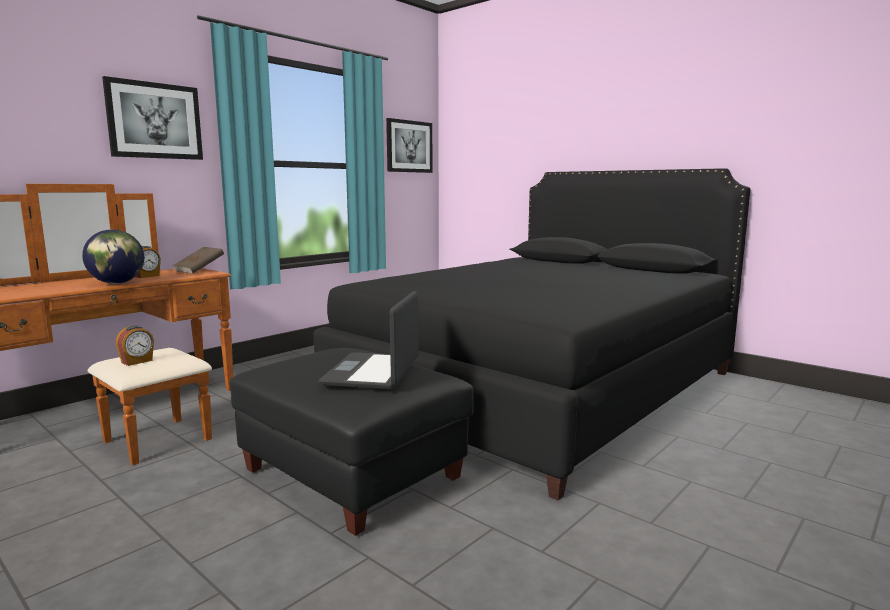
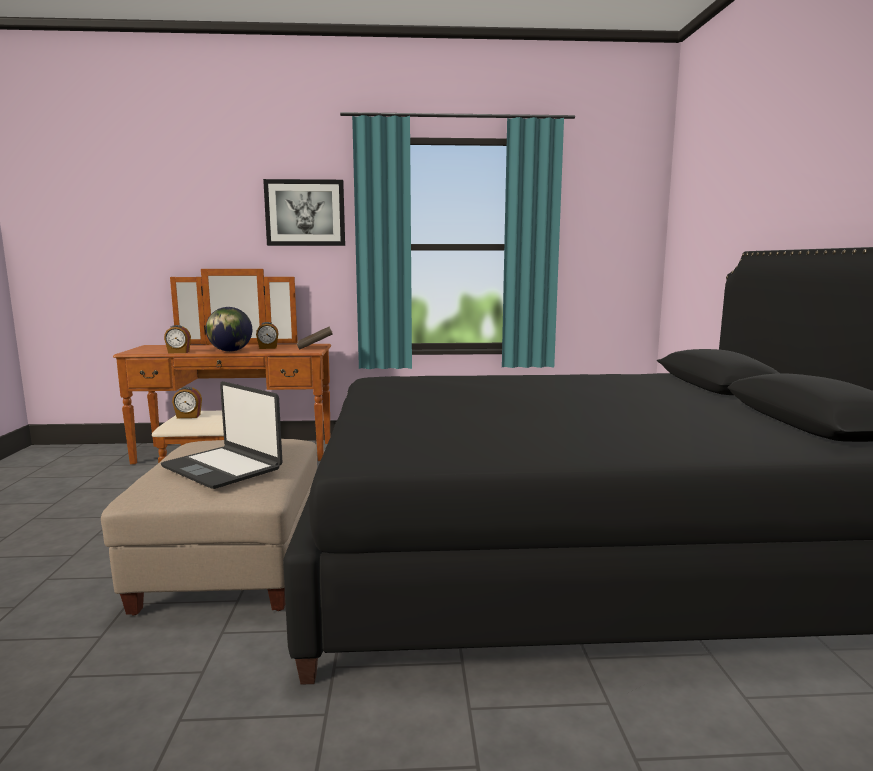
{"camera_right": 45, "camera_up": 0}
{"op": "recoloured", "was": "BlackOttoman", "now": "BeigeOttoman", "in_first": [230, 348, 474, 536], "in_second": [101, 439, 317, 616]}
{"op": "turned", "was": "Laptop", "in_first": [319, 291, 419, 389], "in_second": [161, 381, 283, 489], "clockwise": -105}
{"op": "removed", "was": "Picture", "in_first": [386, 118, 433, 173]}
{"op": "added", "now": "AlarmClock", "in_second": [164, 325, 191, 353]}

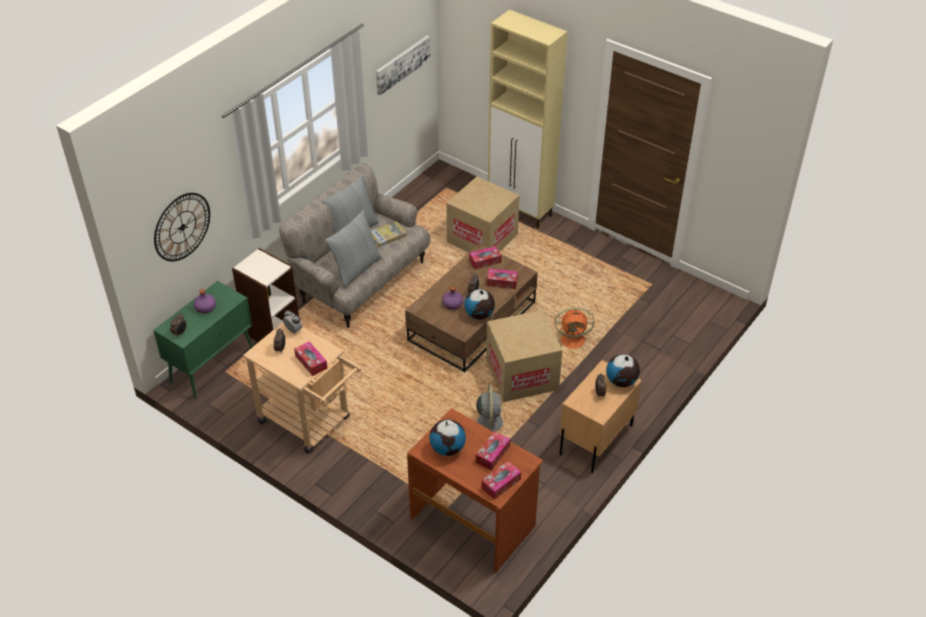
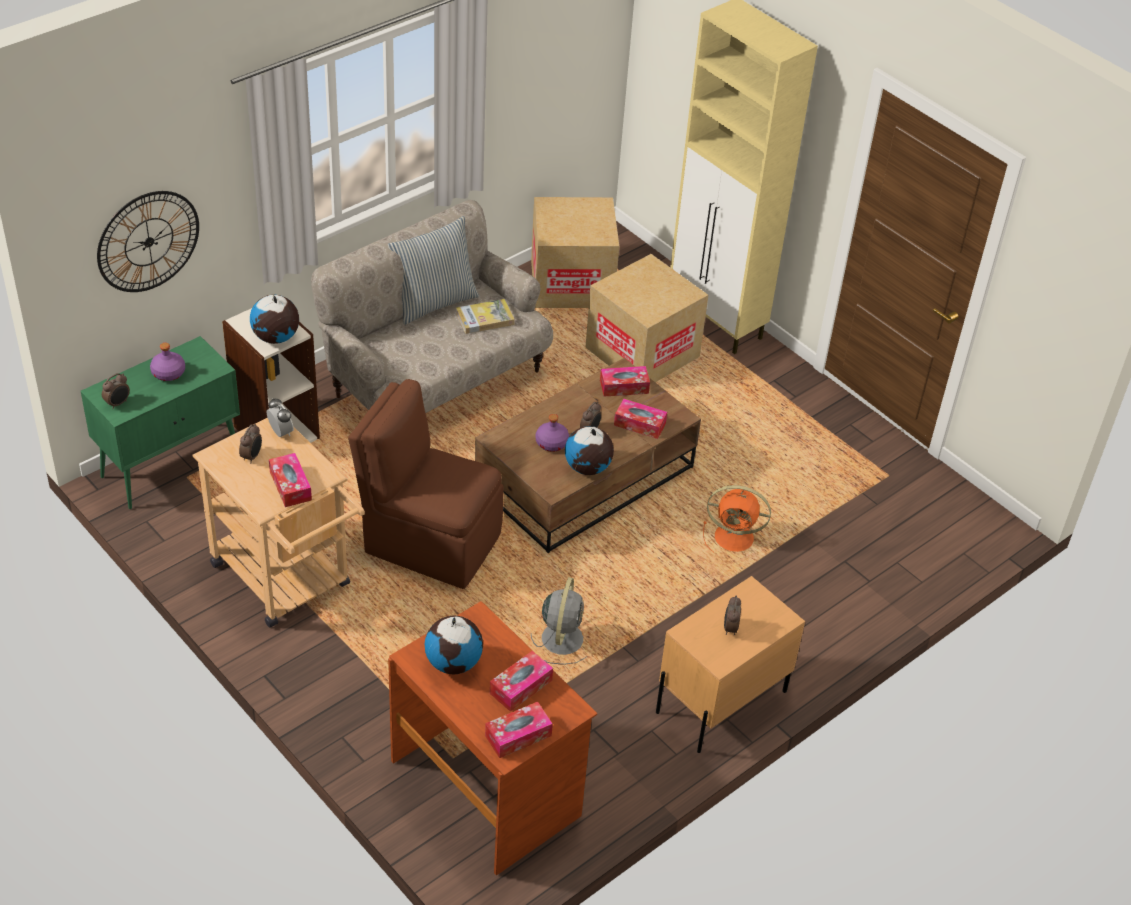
{"camera_right": 10, "camera_up": 0}
{"op": "removed", "was": "Pillow", "in_first": [325, 209, 382, 288]}
{"op": "removed", "was": "Picture", "in_first": [376, 35, 430, 95]}
{"op": "moved", "was": "CardboardBox", "in_first": [486, 310, 562, 402], "in_second": [531, 197, 619, 308]}
{"op": "moved", "was": "Globe", "in_first": [606, 354, 640, 387], "in_second": [250, 295, 299, 344]}
{"op": "added", "now": "BrownChair", "in_second": [348, 379, 503, 589]}

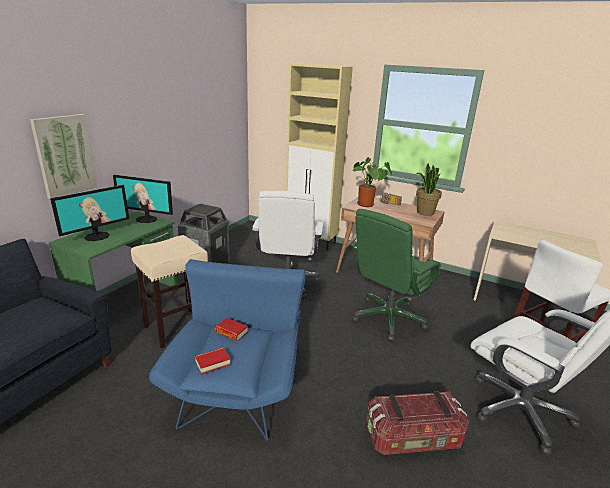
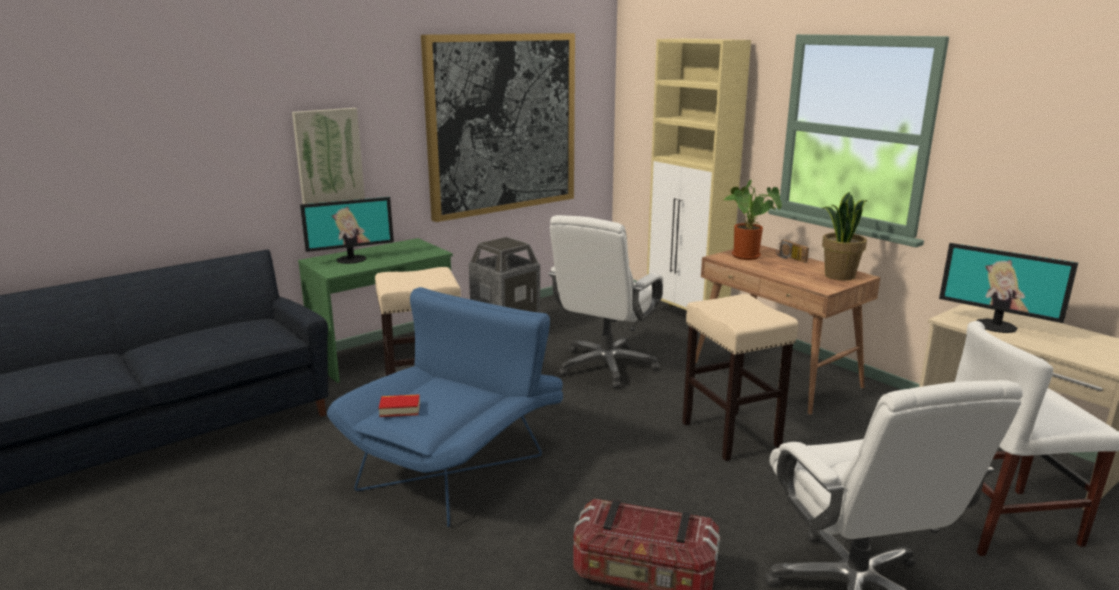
{"camera_right": 25, "camera_up": -5}
{"op": "moved", "was": "Monitor", "in_first": [113, 175, 173, 223], "in_second": [939, 243, 1078, 333]}
{"op": "removed", "was": "Book", "in_first": [215, 318, 248, 341]}
{"op": "replaced", "was": "GreenOfficeChair", "now": "BeigeStool", "in_first": [352, 209, 441, 341], "in_second": [682, 294, 798, 461]}
{"op": "added", "now": "Picture", "in_second": [421, 33, 575, 222]}

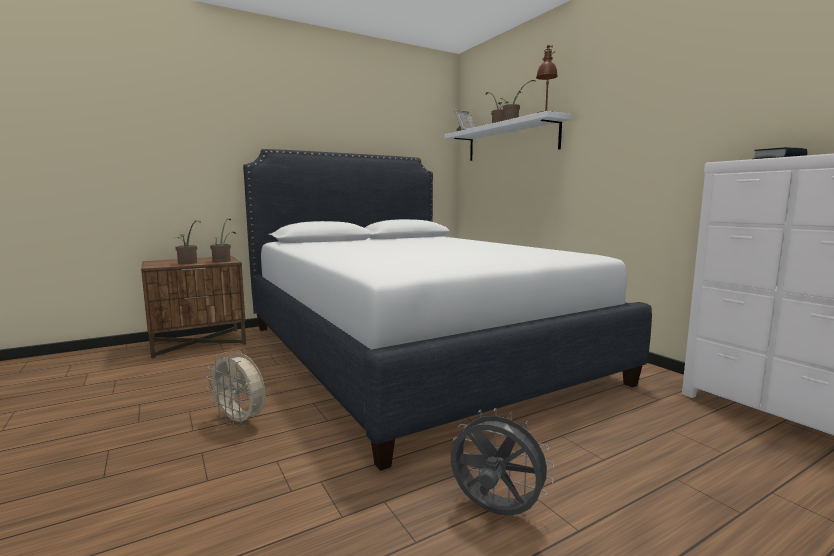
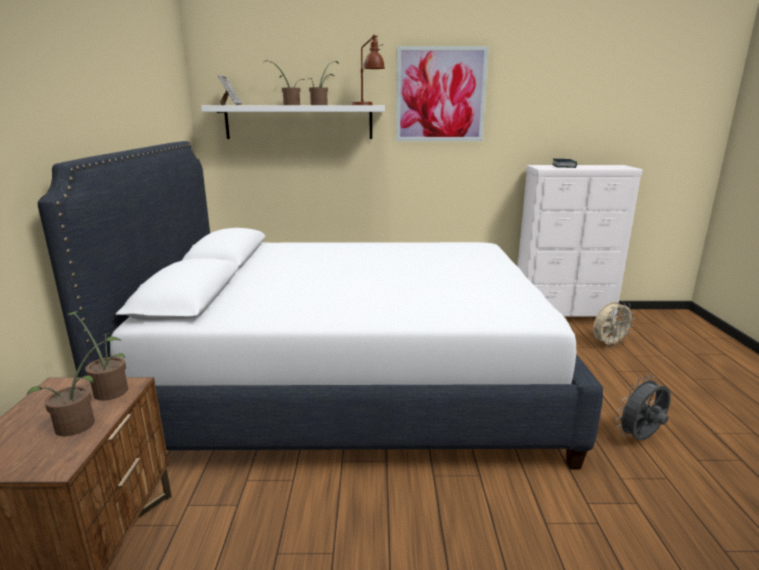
{"camera_right": -60, "camera_up": 10}
{"op": "moved", "was": "BeigeFan", "in_first": [206, 352, 265, 427], "in_second": [593, 302, 636, 348]}
{"op": "added", "now": "Picture", "in_second": [396, 46, 489, 141]}

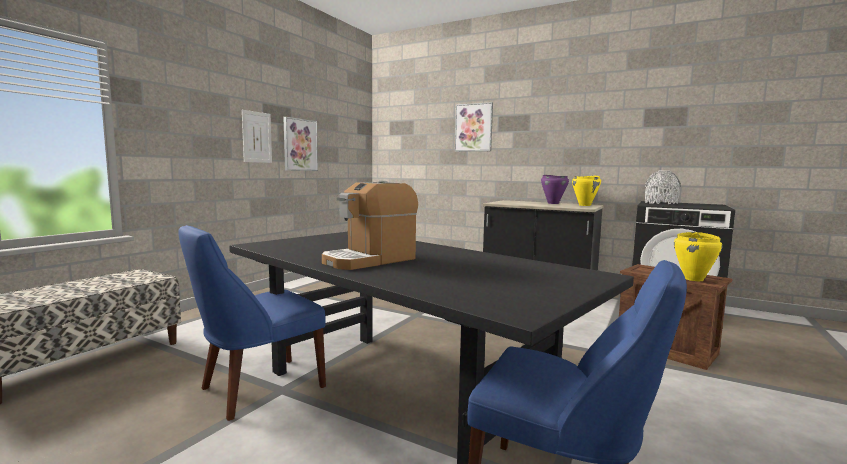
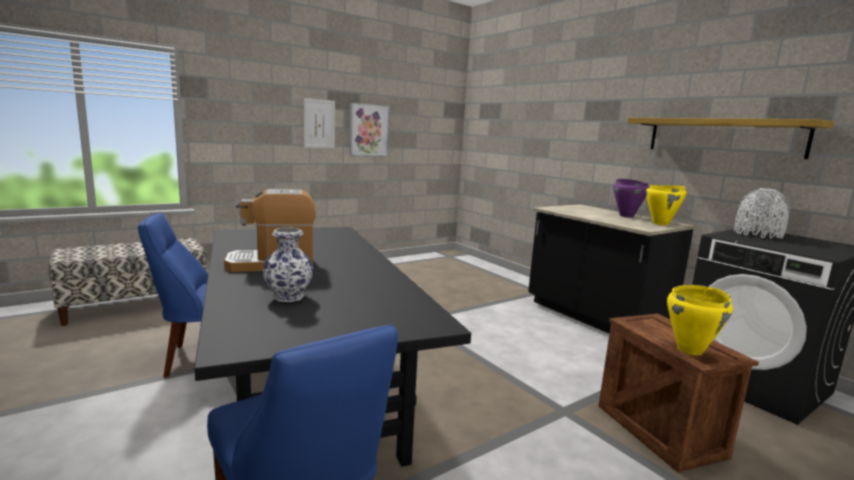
{"camera_right": 25, "camera_up": 5}
{"op": "removed", "was": "Picture", "in_first": [455, 102, 493, 152]}
{"op": "added", "now": "Vase", "in_second": [263, 227, 313, 302]}
{"op": "added", "now": "Shelf", "in_second": [627, 118, 834, 159]}

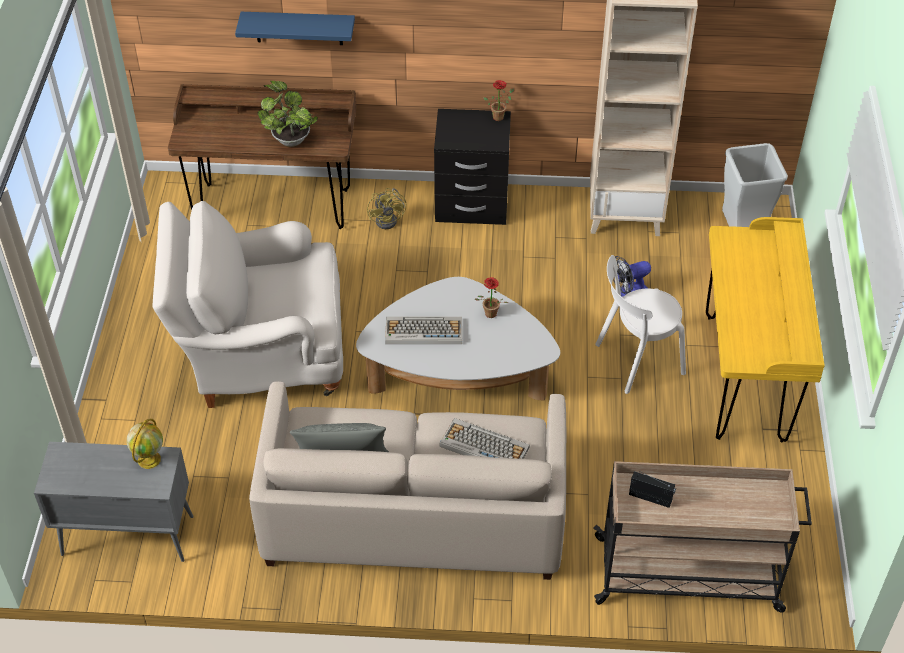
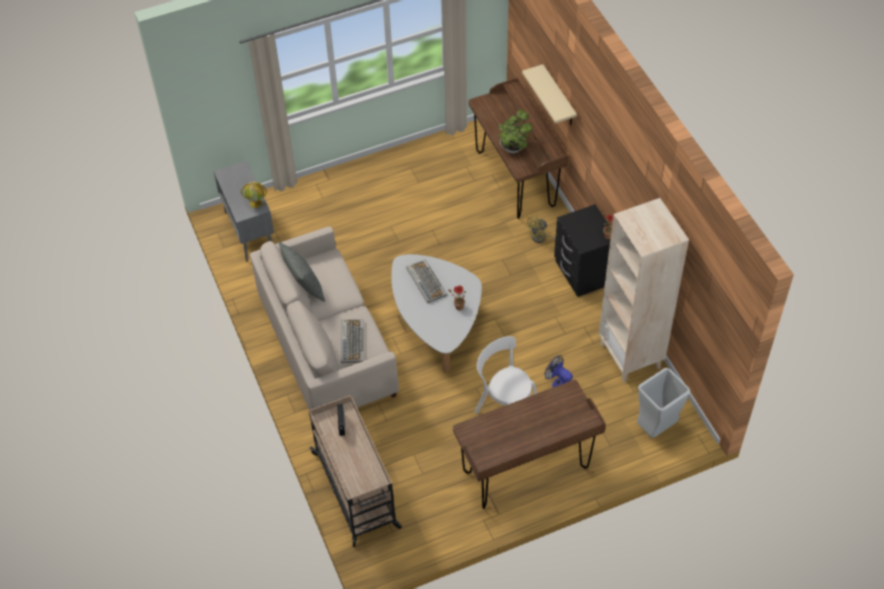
{"camera_right": 65, "camera_up": 5}
{"op": "removed", "was": "WhiteArmchair", "in_first": [153, 201, 343, 408]}
{"op": "recoloured", "was": "BlueShelf", "now": "BeigeShelf", "in_first": [235, 12, 355, 45], "in_second": [522, 64, 577, 125]}
{"op": "recoloured", "was": "YellowDesk", "now": "BrownDesk", "in_first": [706, 217, 825, 442], "in_second": [453, 380, 606, 509]}

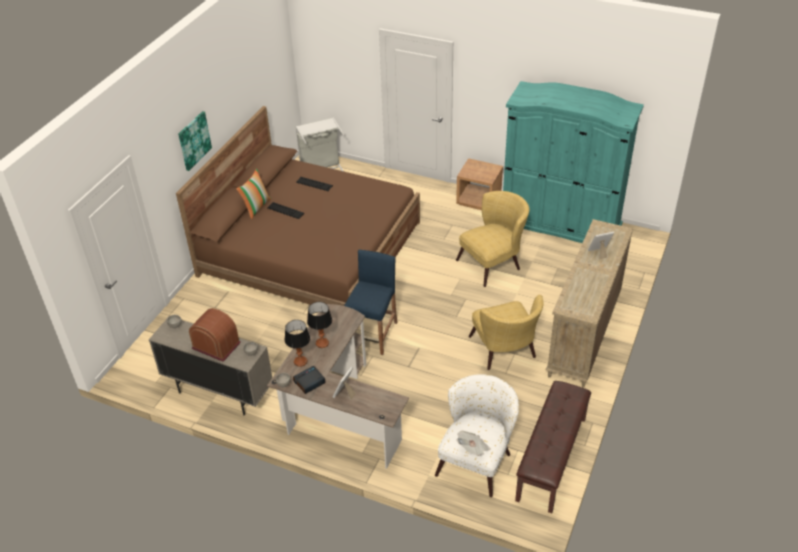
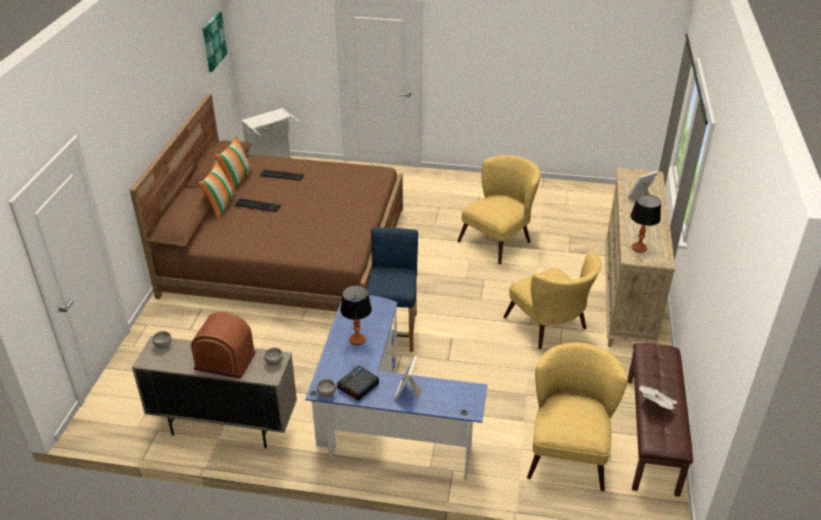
{"camera_right": -15, "camera_up": -5}
{"op": "moved", "was": "Picture", "in_first": [178, 111, 212, 171], "in_second": [203, 11, 227, 72]}
{"op": "recoloured", "was": "BrownDesk", "now": "BlueDesk", "in_first": [267, 304, 409, 469], "in_second": [305, 295, 488, 481]}
{"op": "moved", "was": "TableLamp", "in_first": [285, 320, 310, 367], "in_second": [630, 194, 661, 253]}
{"op": "recoloured", "was": "WhiteArmchair", "now": "YellowArmchair", "in_first": [435, 374, 519, 497], "in_second": [527, 343, 628, 491]}
{"op": "removed", "was": "BrownNightstand", "in_first": [456, 158, 503, 210]}
{"op": "moved", "was": "Newspaper", "in_first": [457, 430, 491, 456], "in_second": [639, 386, 677, 410]}
{"op": "removed", "was": "TurquoiseWardrobe", "in_first": [503, 81, 644, 243]}
{"op": "added", "now": "Pillow", "in_second": [215, 135, 253, 192]}

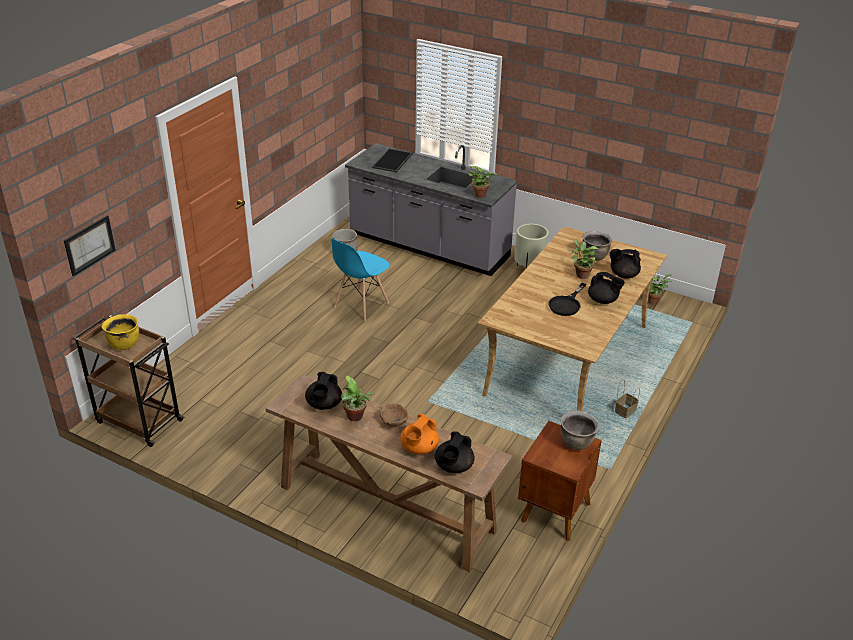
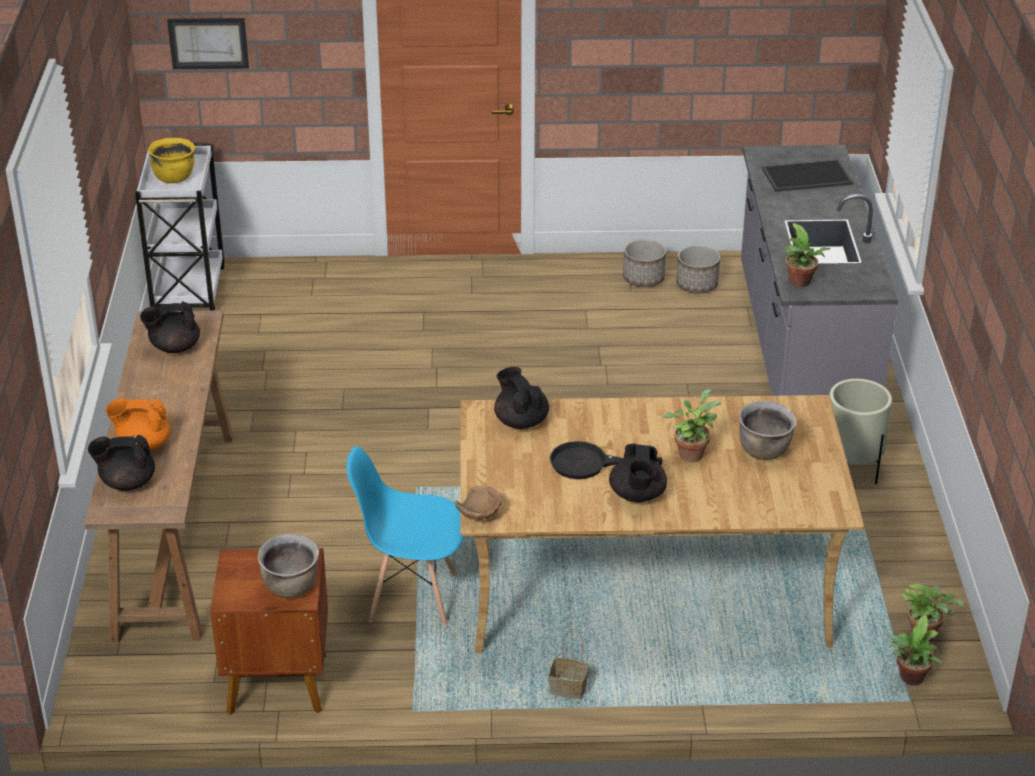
{"camera_right": 60, "camera_up": 0}
{"op": "recoloured", "was": "BrownCart", "now": "WhiteCart", "in_first": [73, 315, 184, 447], "in_second": [135, 142, 225, 310]}
{"op": "moved", "was": "BlueChair", "in_first": [331, 239, 390, 321], "in_second": [346, 446, 464, 626]}
{"op": "moved", "was": "PottedPlant", "in_first": [341, 375, 375, 421], "in_second": [887, 615, 943, 685]}
{"op": "moved", "was": "BrownBowl", "in_first": [380, 404, 408, 427], "in_second": [455, 485, 502, 521]}
{"op": "moved", "was": "BlackTeapot", "in_first": [610, 249, 641, 279], "in_second": [494, 367, 549, 429]}
{"op": "added", "now": "Planter", "in_second": [623, 239, 666, 287]}

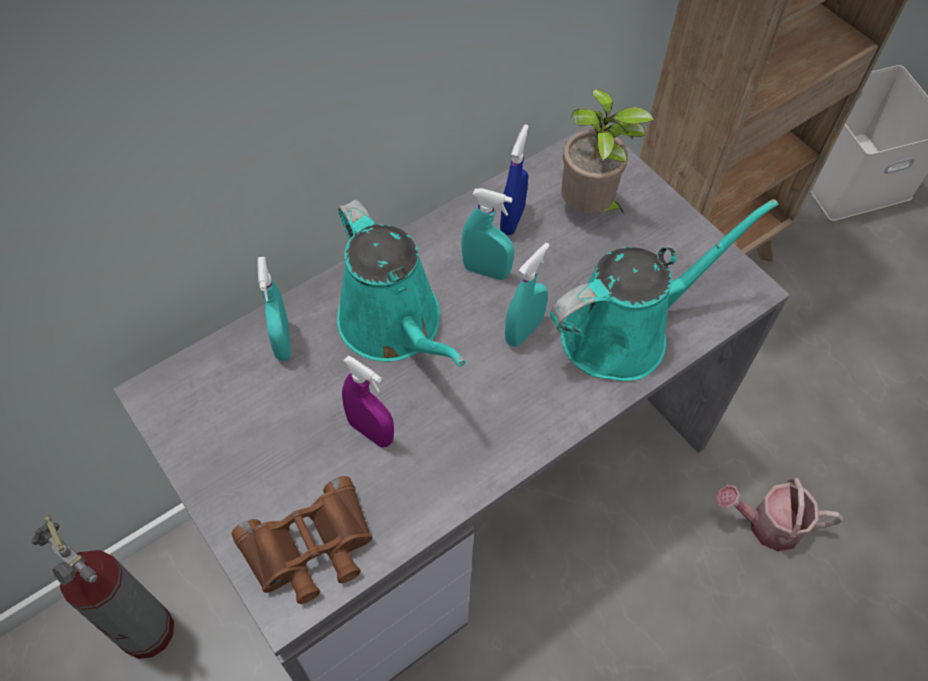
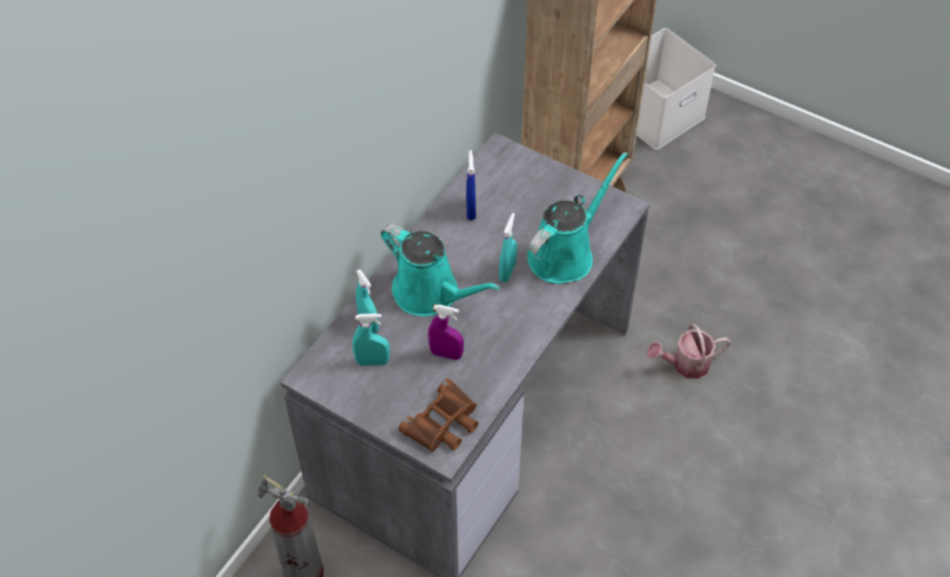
{"camera_right": -20, "camera_up": -5}
{"op": "moved", "was": "TurquoiseSprayBottle", "in_first": [461, 188, 514, 280], "in_second": [352, 313, 390, 366]}
{"op": "removed", "was": "PottedPlant", "in_first": [561, 88, 654, 213]}

